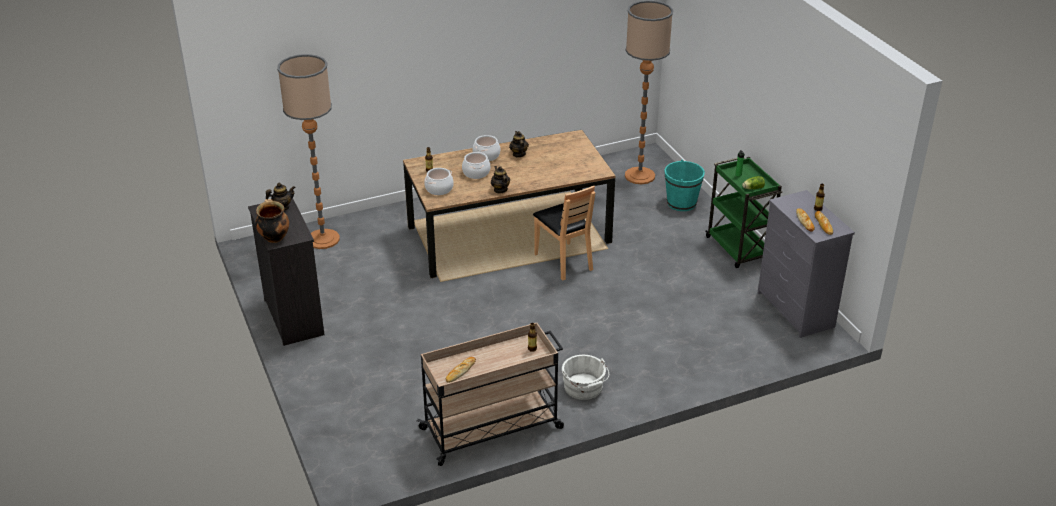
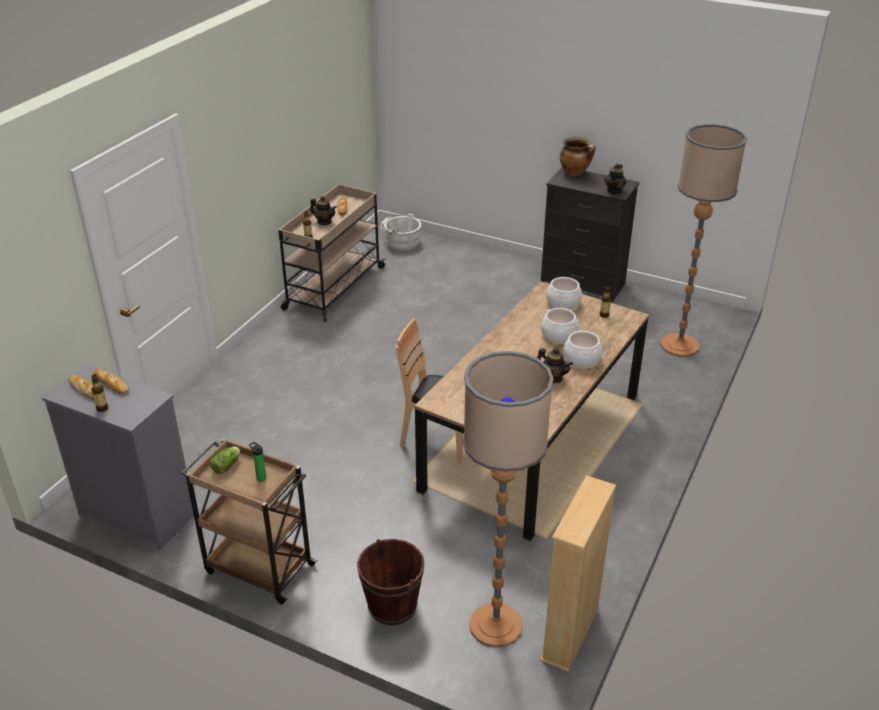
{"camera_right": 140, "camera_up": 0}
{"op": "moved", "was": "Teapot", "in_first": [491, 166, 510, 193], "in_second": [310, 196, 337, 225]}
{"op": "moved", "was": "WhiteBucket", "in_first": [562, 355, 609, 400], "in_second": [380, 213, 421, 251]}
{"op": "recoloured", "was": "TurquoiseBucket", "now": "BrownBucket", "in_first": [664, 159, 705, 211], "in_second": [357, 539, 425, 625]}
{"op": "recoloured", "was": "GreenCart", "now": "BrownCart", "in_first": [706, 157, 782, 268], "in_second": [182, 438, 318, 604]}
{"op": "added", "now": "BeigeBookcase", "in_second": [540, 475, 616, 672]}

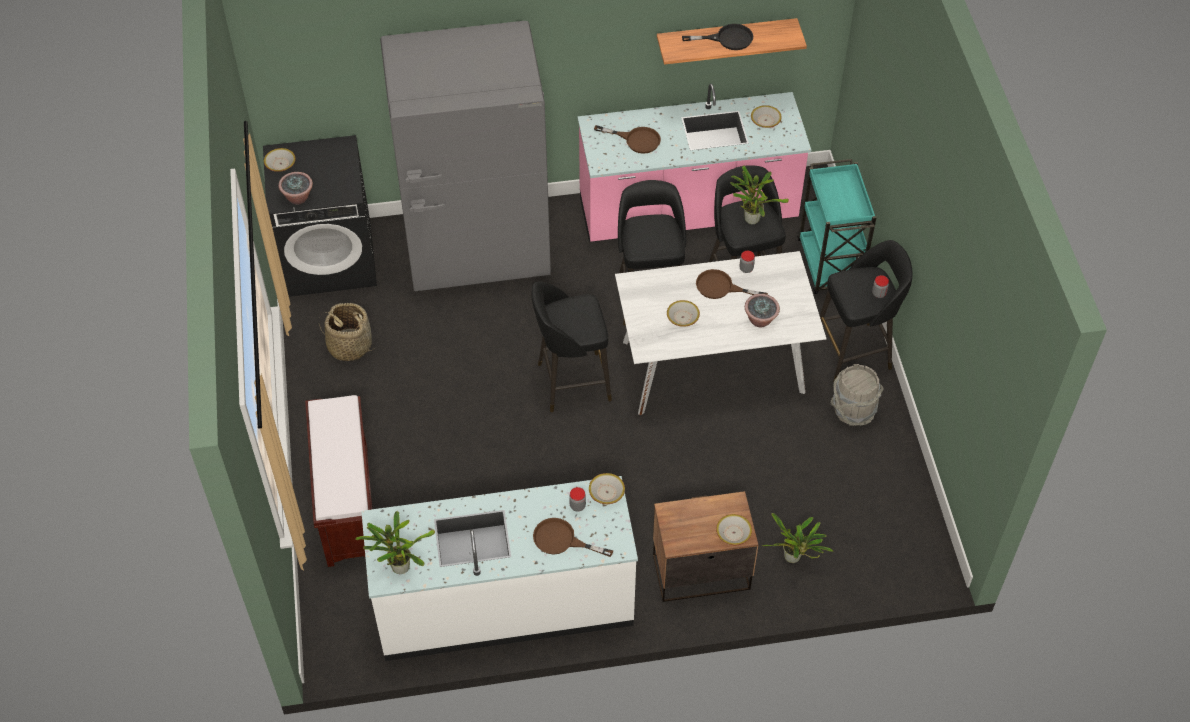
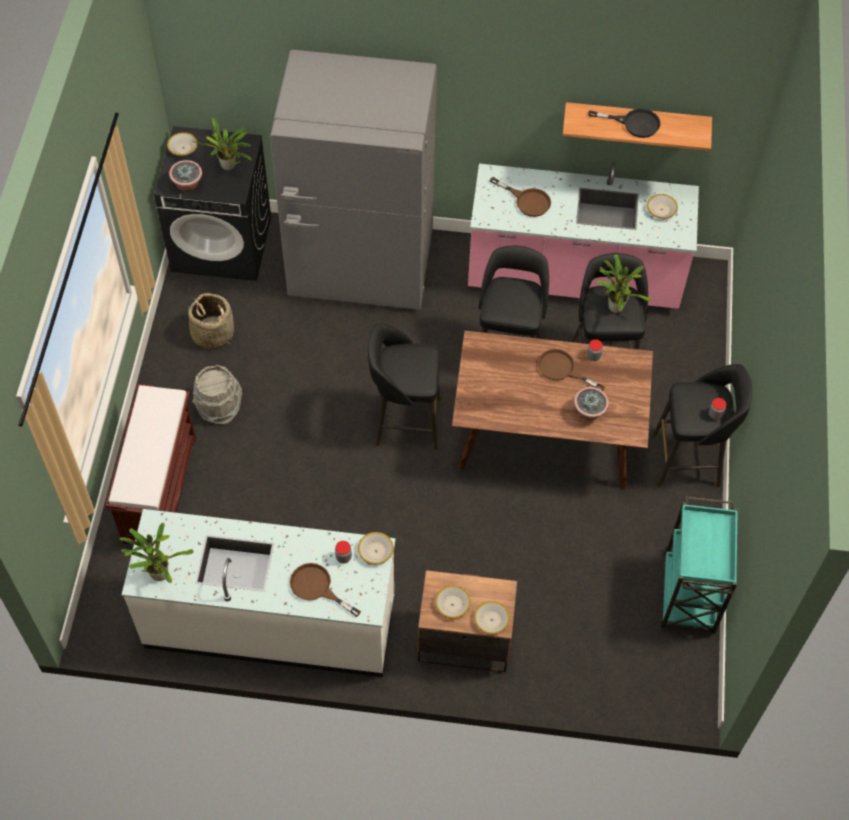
{"camera_right": 15, "camera_up": 5}
{"op": "recoloured", "was": "WhiteDiningTable", "now": "BrownDiningTable", "in_first": [615, 251, 826, 415], "in_second": [452, 331, 653, 490]}
{"op": "moved", "was": "Bowl", "in_first": [667, 300, 700, 327], "in_second": [435, 586, 471, 619]}
{"op": "moved", "was": "PottedPlant", "in_first": [761, 513, 834, 563], "in_second": [192, 118, 253, 170]}
{"op": "moved", "was": "TurquoiseCart", "in_first": [797, 159, 876, 294], "in_second": [661, 497, 739, 634]}
{"op": "moved", "was": "GreyBucket", "in_first": [830, 364, 883, 426], "in_second": [192, 365, 242, 424]}

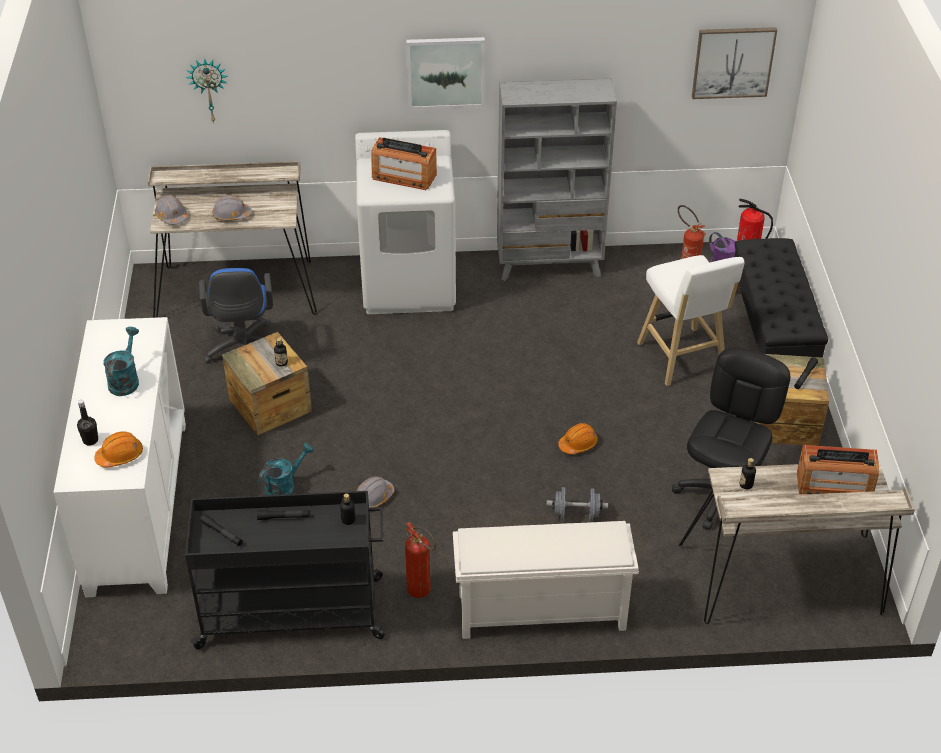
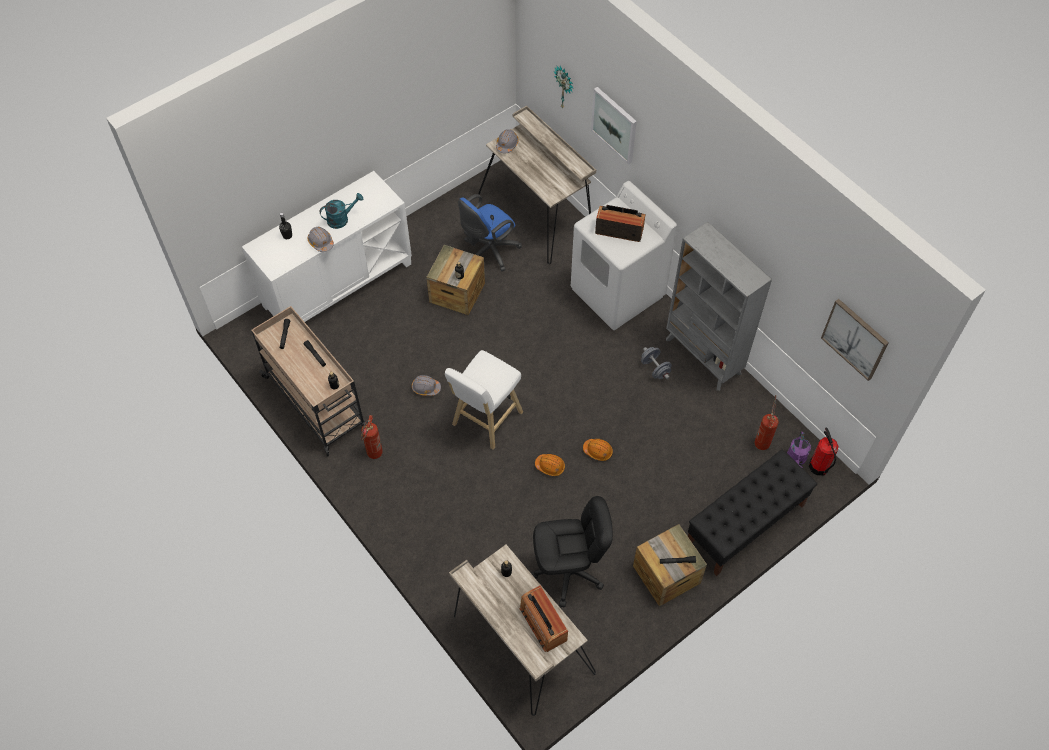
{"camera_right": 55, "camera_up": 15}
{"op": "moved", "was": "OrangeHardHat", "in_first": [94, 431, 143, 467], "in_second": [583, 439, 613, 461]}
{"op": "recoloured", "was": "BlackCart", "now": "BeigeCart", "in_first": [185, 491, 385, 649], "in_second": [251, 306, 365, 457]}
{"op": "moved", "was": "GreyHardHat", "in_first": [212, 195, 252, 221], "in_second": [308, 227, 334, 252]}
{"op": "removed", "was": "TurquoiseWateringCan", "in_first": [258, 443, 314, 495]}
{"op": "turned", "was": "Radio", "in_first": [371, 137, 437, 190], "in_second": [595, 205, 646, 242], "clockwise": 120}
{"op": "moved", "was": "Picture", "in_first": [406, 37, 485, 110], "in_second": [591, 87, 637, 164]}
{"op": "removed", "was": "WhiteShoeRack", "in_first": [453, 521, 639, 639]}
{"op": "moved", "was": "GreyDumbbell", "in_first": [546, 487, 608, 522], "in_second": [641, 347, 672, 379]}
{"op": "moved", "was": "WhiteStool", "in_first": [637, 255, 744, 386], "in_second": [445, 350, 523, 450]}

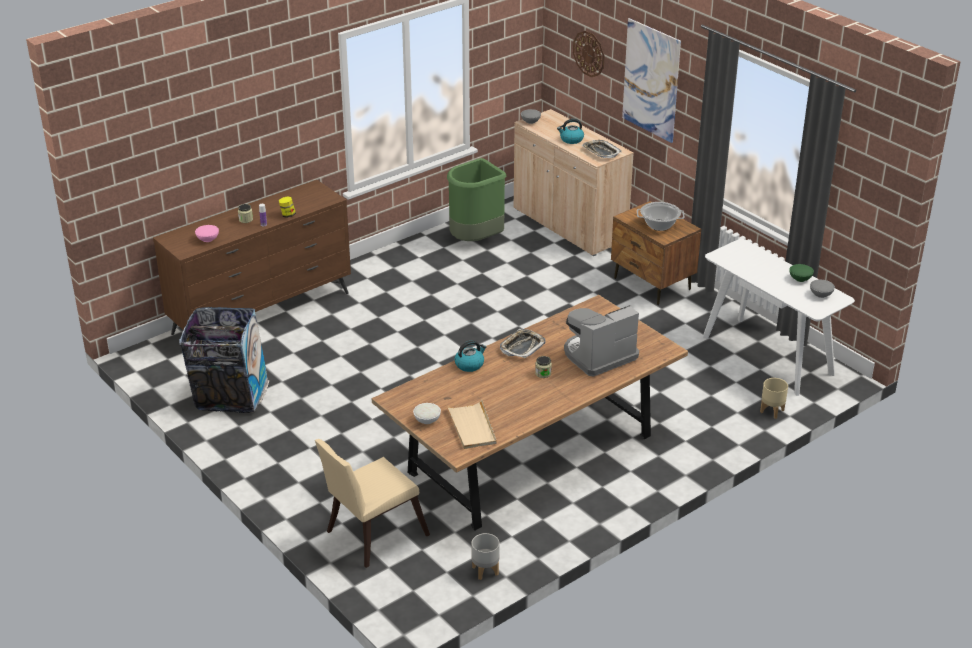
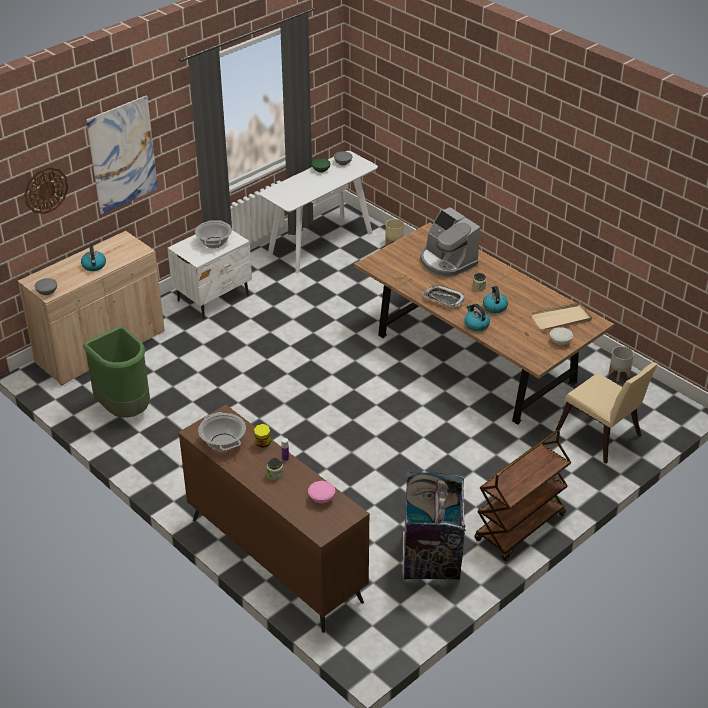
{"camera_right": -95, "camera_up": 5}
{"op": "removed", "was": "Tray", "in_first": [582, 140, 622, 158]}
{"op": "recoloured", "was": "BrownNightstand", "now": "WhiteNightstand", "in_first": [611, 201, 701, 305], "in_second": [167, 230, 252, 319]}
{"op": "added", "now": "CookingPot", "in_second": [198, 412, 246, 451]}
{"op": "added", "now": "BrownCart", "in_second": [475, 430, 571, 561]}
{"op": "added", "now": "Kettle", "in_second": [483, 286, 508, 313]}

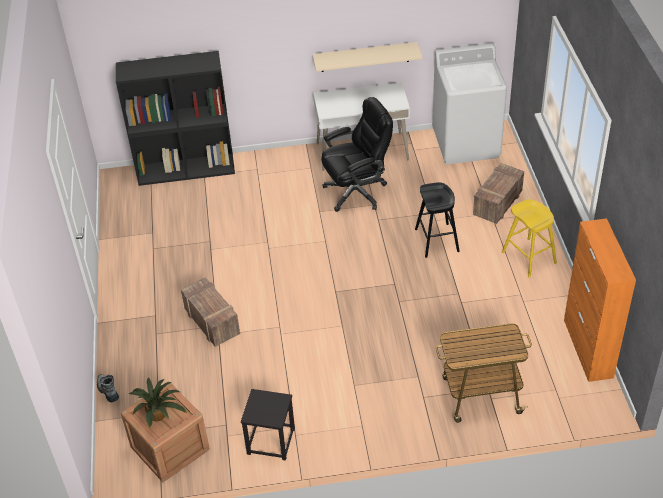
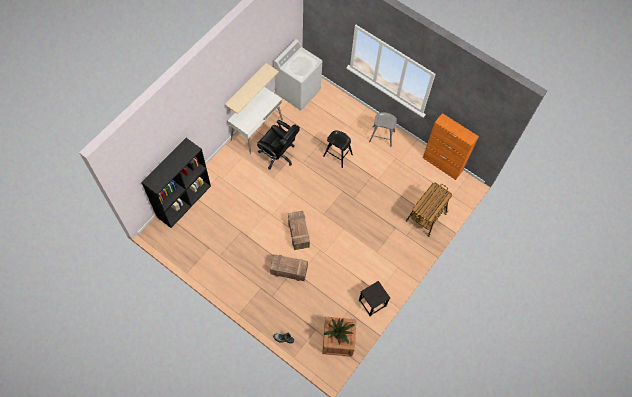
{"camera_right": -50, "camera_up": 20}
{"op": "turned", "was": "BlackOfficeChair", "in_first": [321, 97, 393, 212], "in_second": [257, 120, 300, 169], "clockwise": 105}
{"op": "moved", "was": "Crate", "in_first": [473, 163, 524, 224], "in_second": [288, 211, 310, 250]}
{"op": "recoloured", "was": "YellowStool", "now": "GreyStool", "in_first": [502, 199, 557, 278], "in_second": [369, 113, 397, 147]}

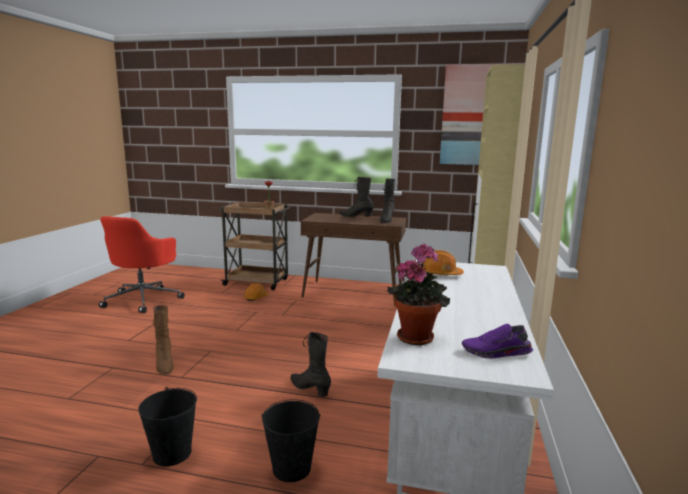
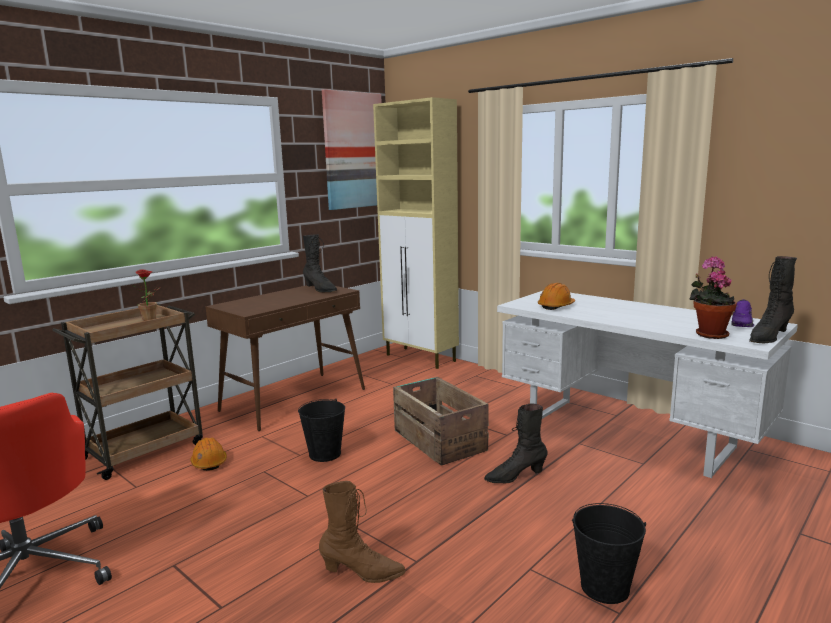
{"camera_right": -60, "camera_up": 0}
{"op": "moved", "was": "BlackBucket", "in_first": [262, 399, 320, 482], "in_second": [298, 399, 345, 462]}
{"op": "moved", "was": "BlackBoot", "in_first": [340, 177, 374, 217], "in_second": [749, 256, 797, 344]}
{"op": "added", "now": "Crate", "in_second": [393, 377, 489, 466]}

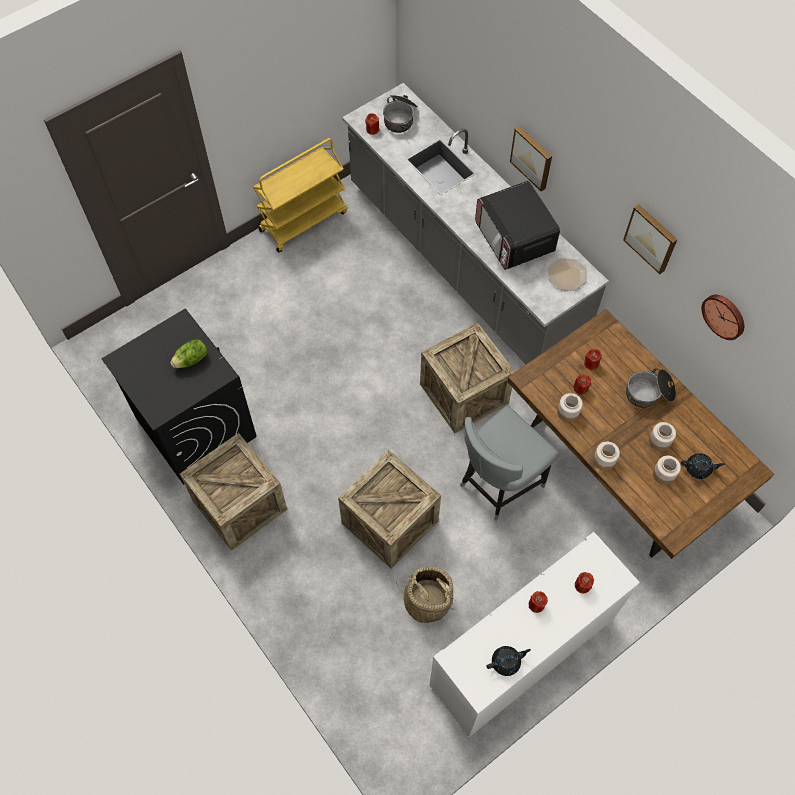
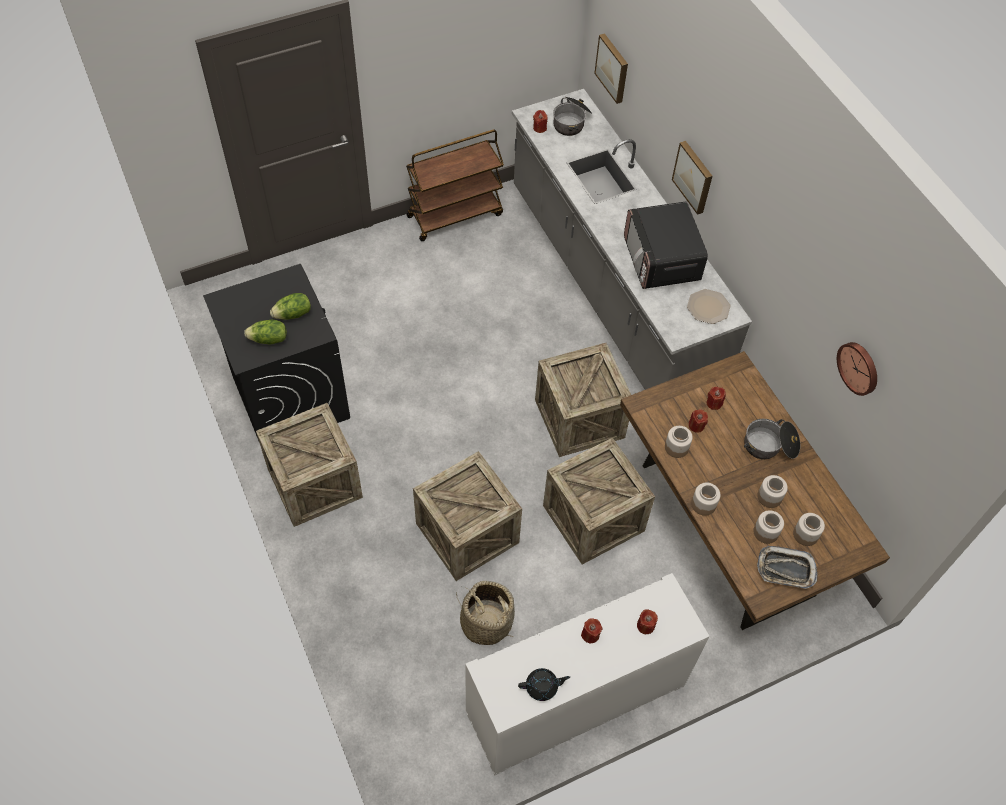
{"camera_right": 10, "camera_up": -5}
{"op": "recoloured", "was": "YellowCart", "now": "BrownCart", "in_first": [253, 138, 347, 253], "in_second": [406, 130, 504, 241]}
{"op": "replaced", "was": "GreyChair", "now": "Crate", "in_first": [460, 406, 559, 521], "in_second": [543, 438, 655, 565]}
{"op": "moved", "was": "Picture", "in_first": [623, 204, 677, 274], "in_second": [594, 33, 628, 104]}
{"op": "replaced", "was": "BlackTeapot", "now": "Jar", "in_first": [681, 453, 725, 479], "in_second": [793, 513, 825, 546]}
{"op": "added", "now": "Lettuce", "in_second": [244, 320, 287, 345]}
{"op": "added", "now": "Tray", "in_second": [757, 546, 818, 589]}

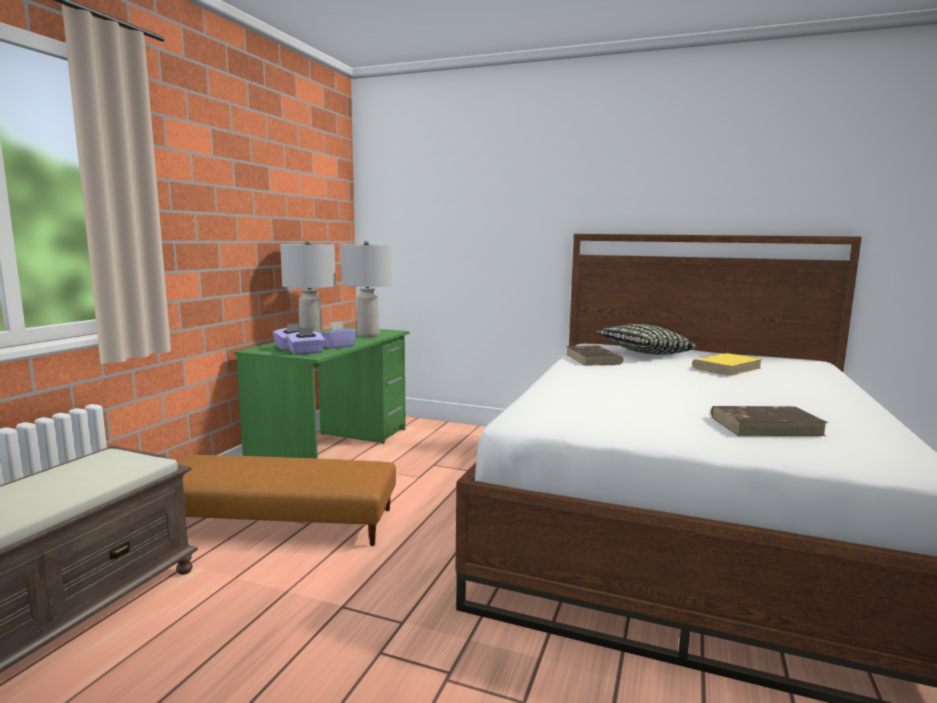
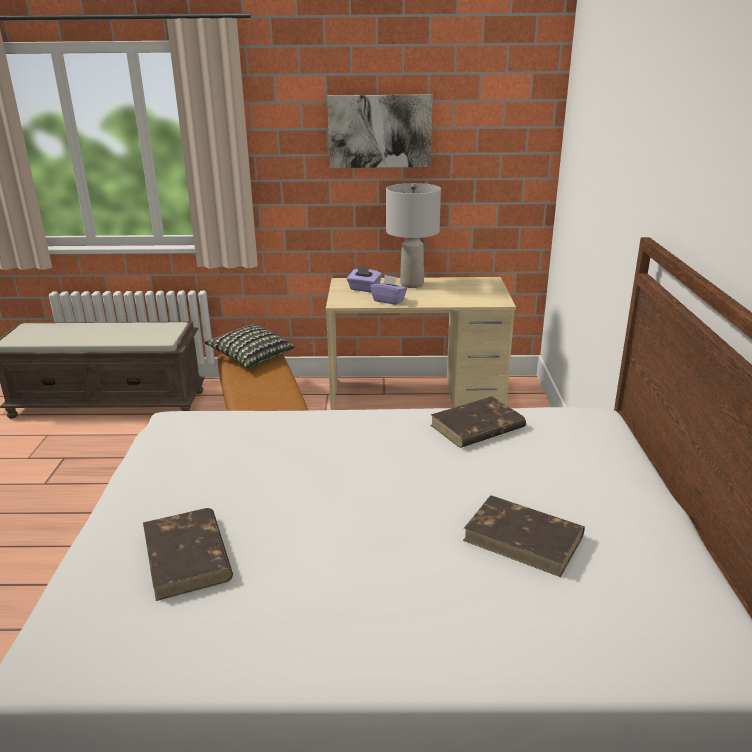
{"camera_right": 70, "camera_up": 15}
{"op": "recoloured", "was": "GreenDesk", "now": "BeigeDesk", "in_first": [234, 326, 409, 459], "in_second": [326, 277, 516, 410]}
{"op": "removed", "was": "PurpleTissueBox", "in_first": [286, 327, 325, 355]}
{"op": "removed", "was": "GreyTableLamp", "in_first": [341, 241, 392, 338]}
{"op": "moved", "was": "Pillow", "in_first": [597, 324, 697, 355], "in_second": [204, 323, 295, 368]}
{"op": "recoloured", "was": "YellowBook", "now": "BrownBook", "in_first": [692, 353, 762, 376], "in_second": [463, 495, 585, 577]}
{"op": "added", "now": "Picture", "in_second": [327, 94, 433, 168]}

